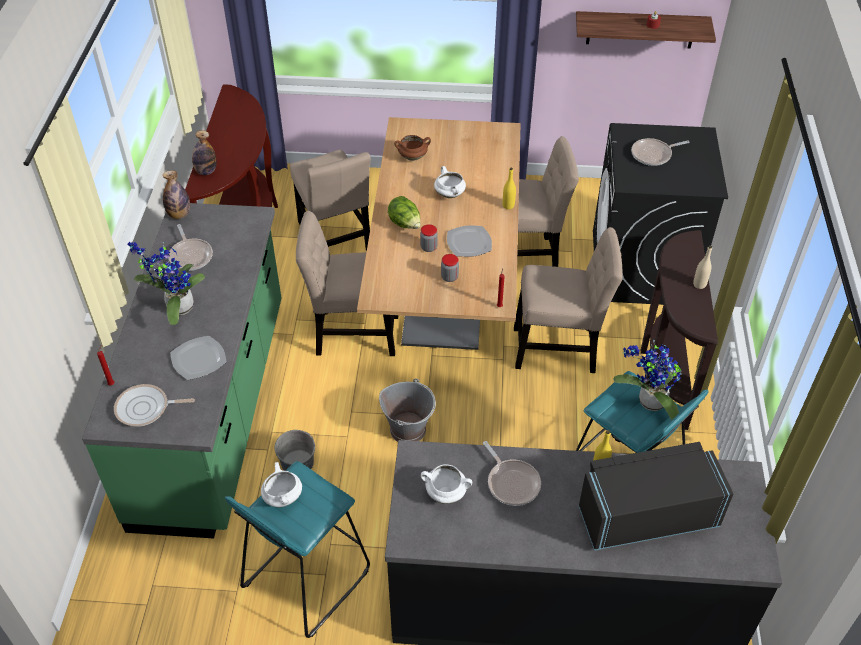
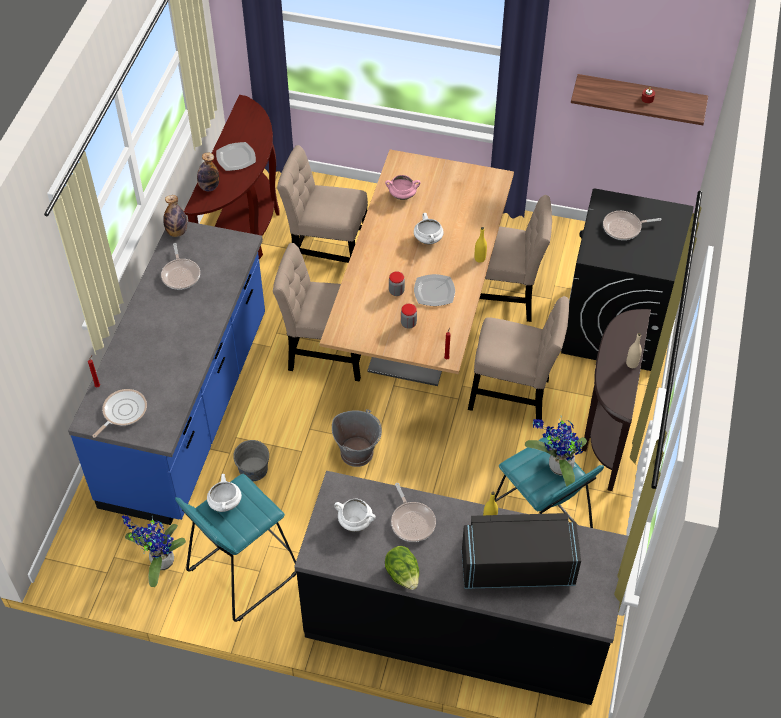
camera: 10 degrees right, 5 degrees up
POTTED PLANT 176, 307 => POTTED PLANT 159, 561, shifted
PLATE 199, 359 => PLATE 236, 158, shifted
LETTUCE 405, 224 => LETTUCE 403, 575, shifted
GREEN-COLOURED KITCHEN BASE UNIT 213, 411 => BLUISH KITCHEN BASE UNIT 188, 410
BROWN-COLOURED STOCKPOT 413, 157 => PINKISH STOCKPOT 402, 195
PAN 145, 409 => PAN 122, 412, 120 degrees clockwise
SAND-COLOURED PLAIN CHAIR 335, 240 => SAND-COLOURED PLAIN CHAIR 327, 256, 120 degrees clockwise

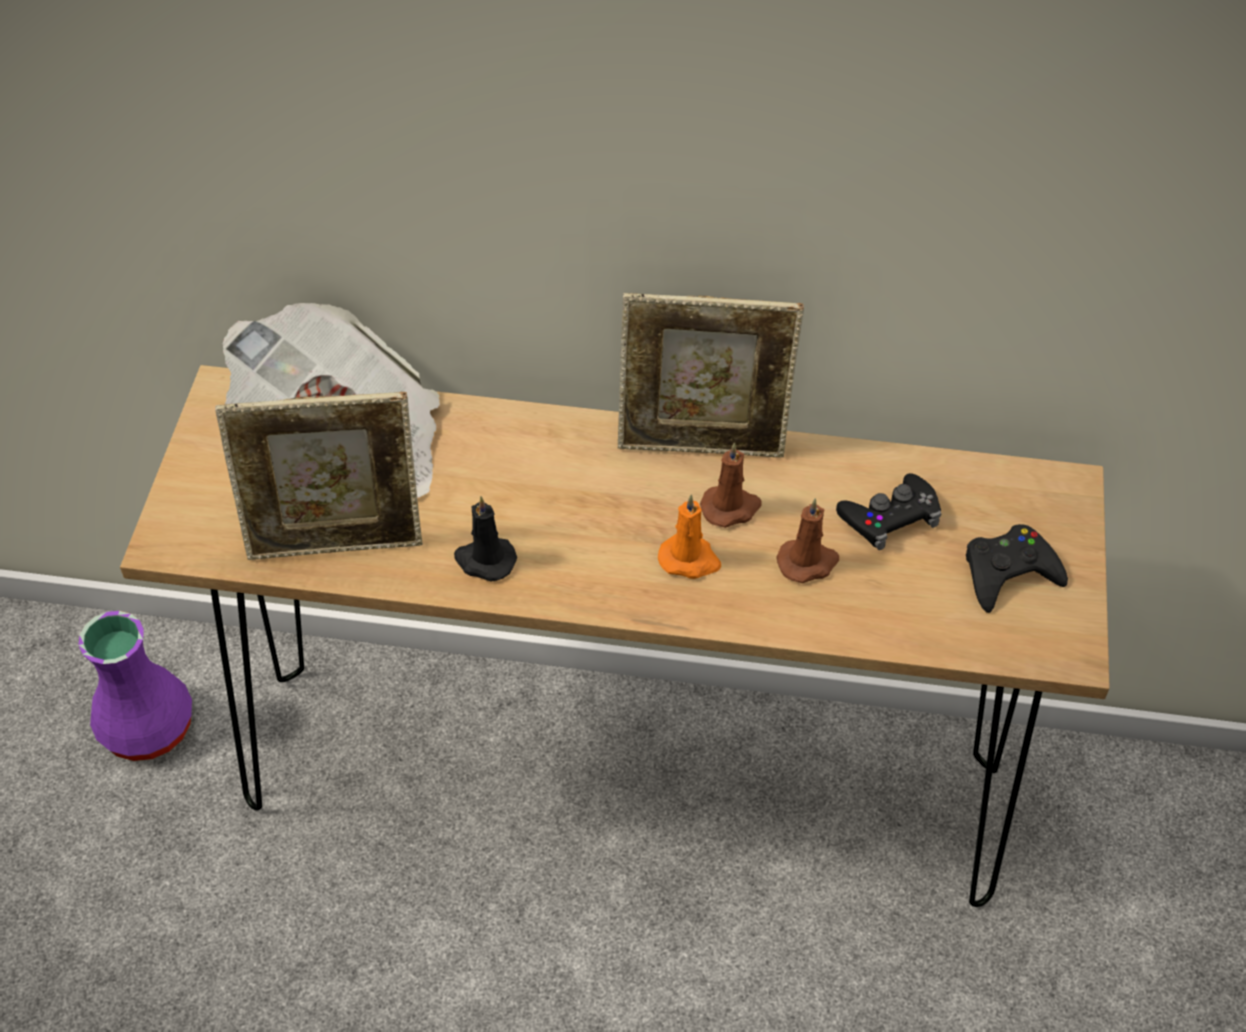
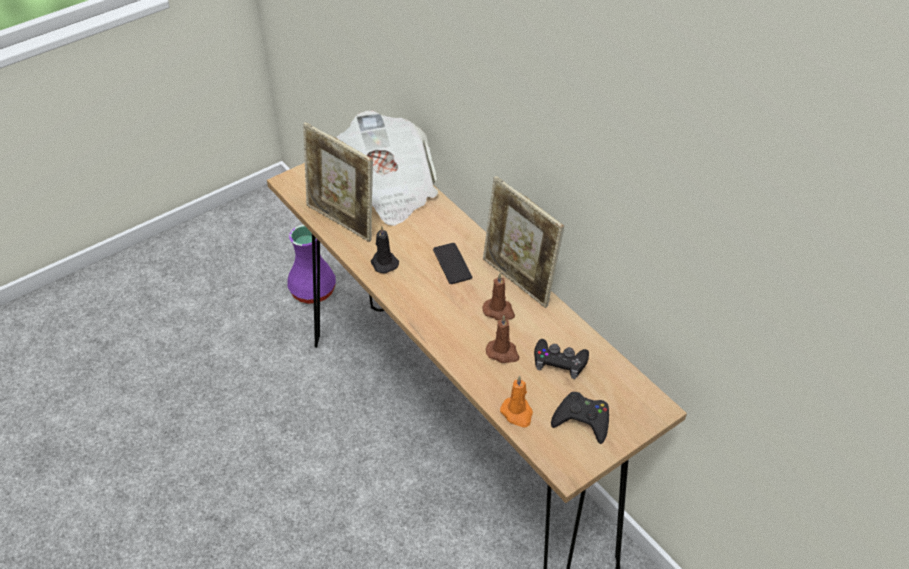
camera: 45 degrees right, 5 degrees down
nothing => PHONE 452, 264
ORANGEY CANDLE 690, 559 => ORANGEY CANDLE 517, 413, shifted

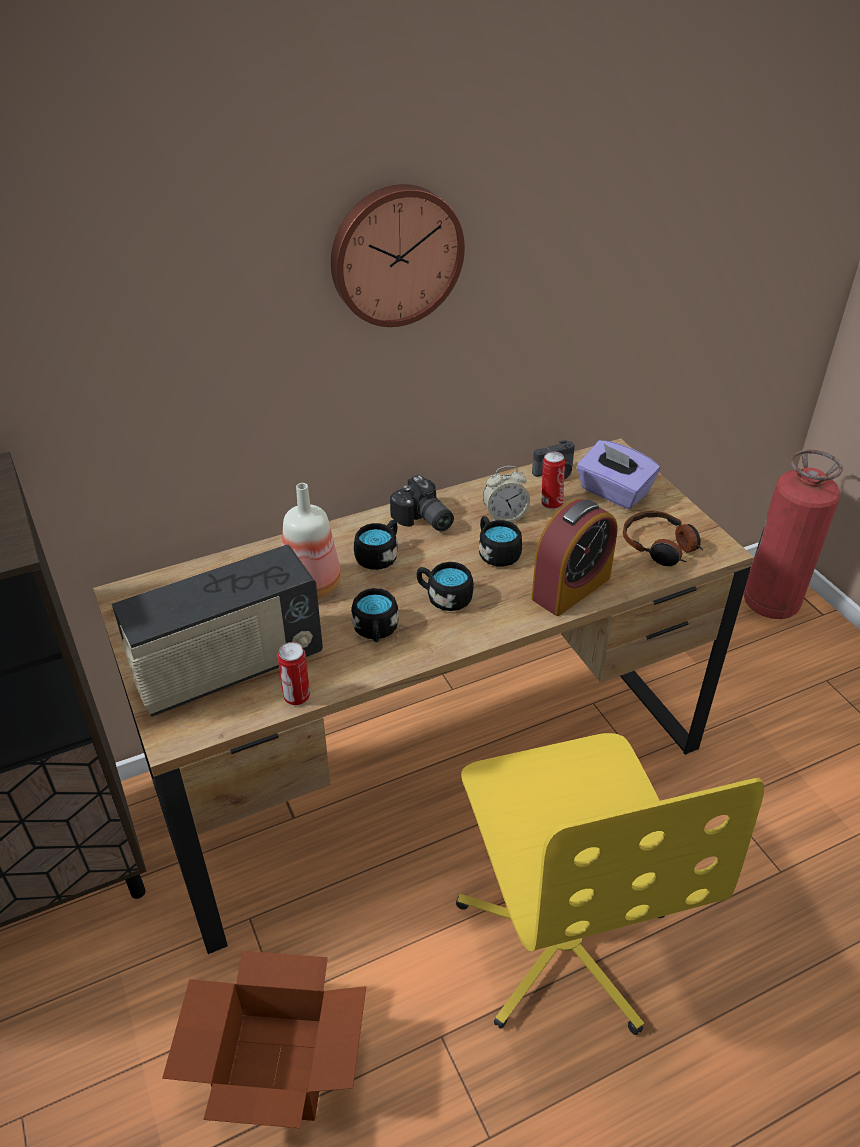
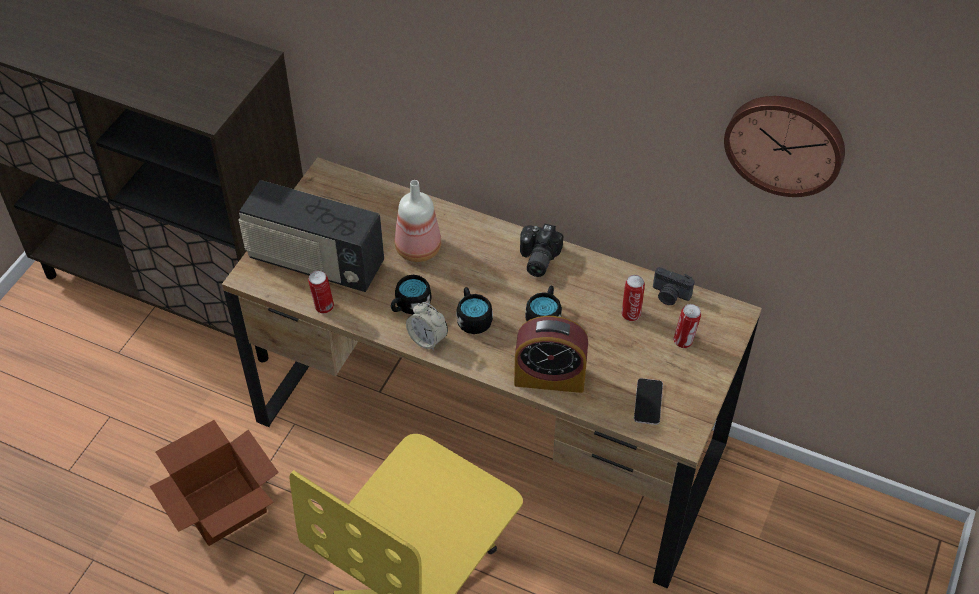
camera: 50 degrees right, 10 degrees up
BLACKISH TEA MUG 380, 555 => nothing
FIRE-FIGHTING CYLINDER 770, 603 => nothing
CLOCK ON THE WALL 395, 254 => CLOCK ON THE WALL 785, 142, shifted
ALARM CLOCK 504, 516 => ALARM CLOCK 427, 339, shifted
PURPLISH TISSUE BOX 613, 492 => SEALED CAN 684, 341
HEADSET 660, 547 => PHONE 648, 402

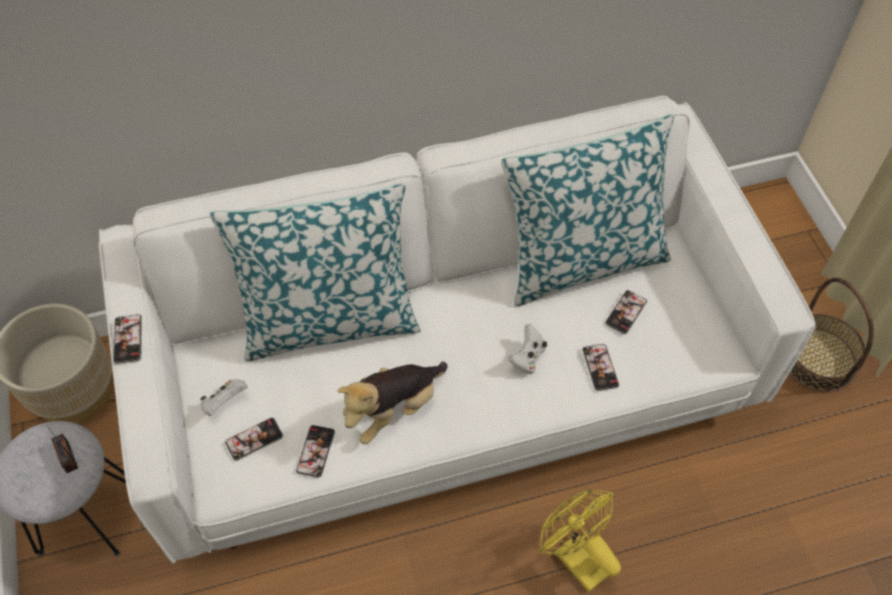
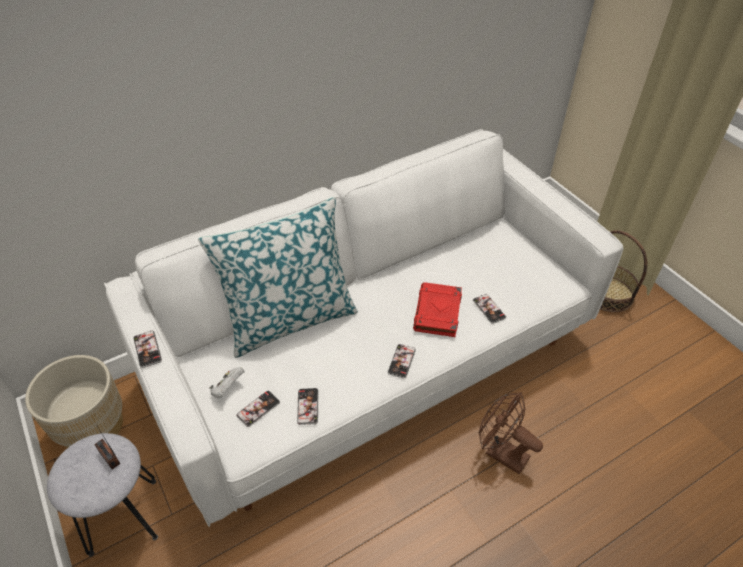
camera: 15 degrees left, 10 degrees down
CUDDLY TOY 394, 409 => nothing
THROW PILLOW 581, 260 => nothing
PHONE 626, 312 => PHONE 401, 361, shifted
WHITE-COLOURED GAME CONTROLLER 527, 357 => REDDISH BOOK 438, 313
YELLOWISH COOLING FAN 575, 556 => BROWN-COLOURED COOLING FAN 500, 452

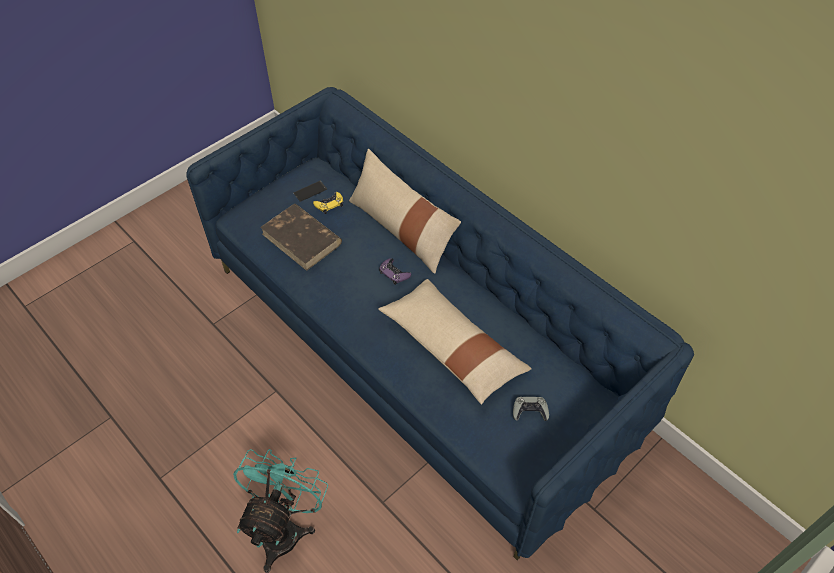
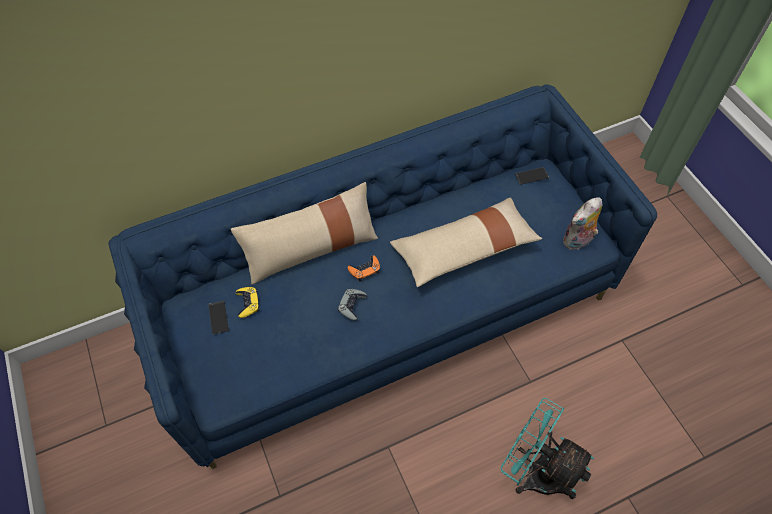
camera: 70 degrees left, 5 degrees up
BROWN-COLOURED BOOK 302, 239 => nothing
nothing => PHONE 531, 176
nothing => CUDDLY TOY 577, 241
GREY GAME CONTROLLER 530, 411 => GREY GAME CONTROLLER 352, 305, shifted
PURPLISH GAME CONTROLLER 394, 273 => ORANGEY GAME CONTROLLER 365, 270

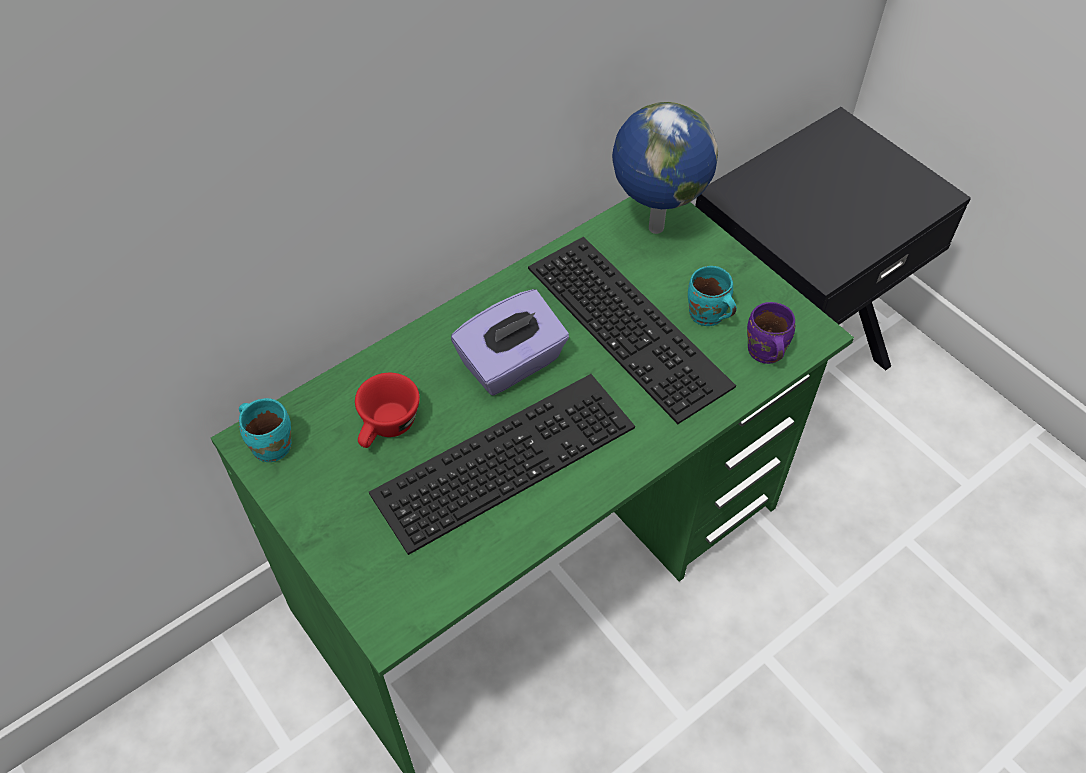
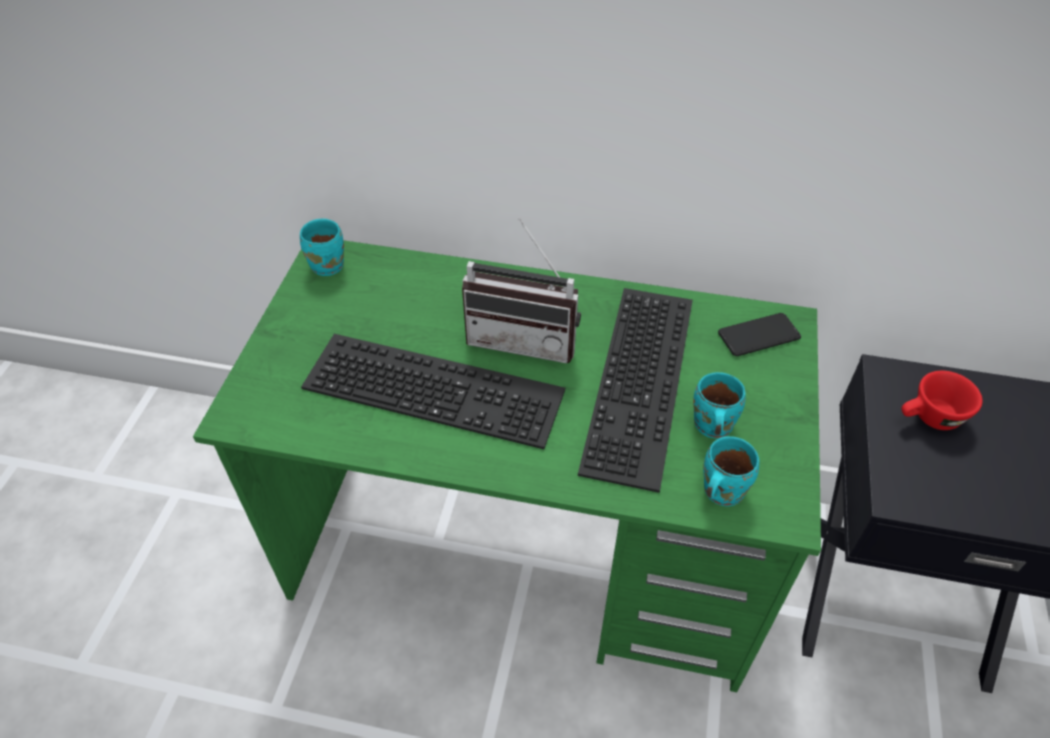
camera: 50 degrees right, 5 degrees down
REDDISH CUP 387, 428 => REDDISH CUP 929, 418, shifted
PURPLISH TISSUE BOX 512, 364 => RADIO RECEIVER 525, 338
DESK GLOBE 654, 228 => PHONE 758, 335
PURPLISH TEA MUG 764, 353 => TURQUOISE TEA MUG 719, 490

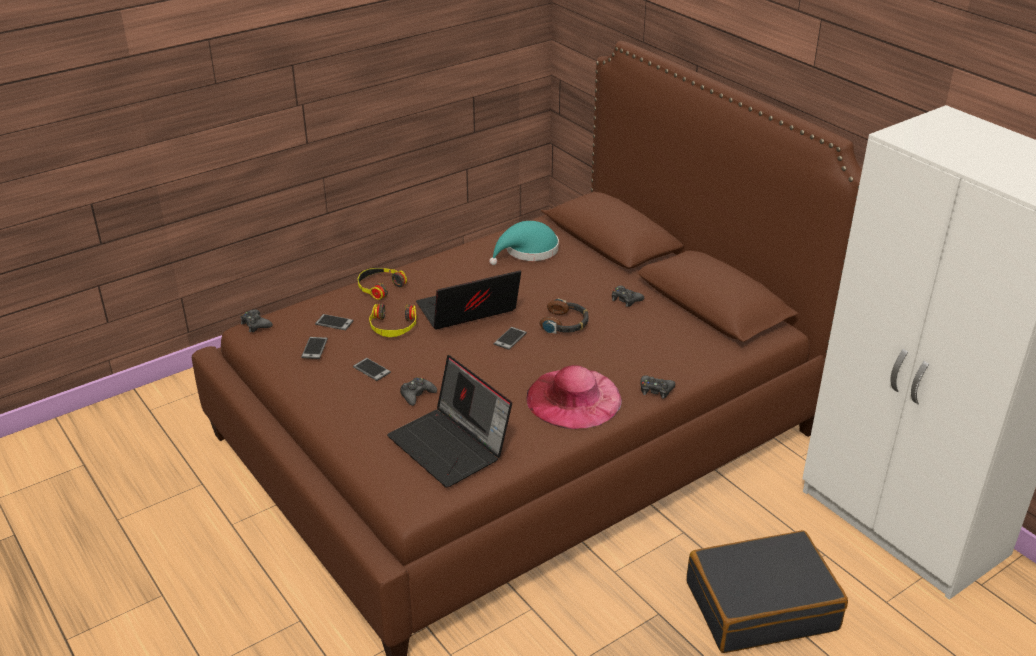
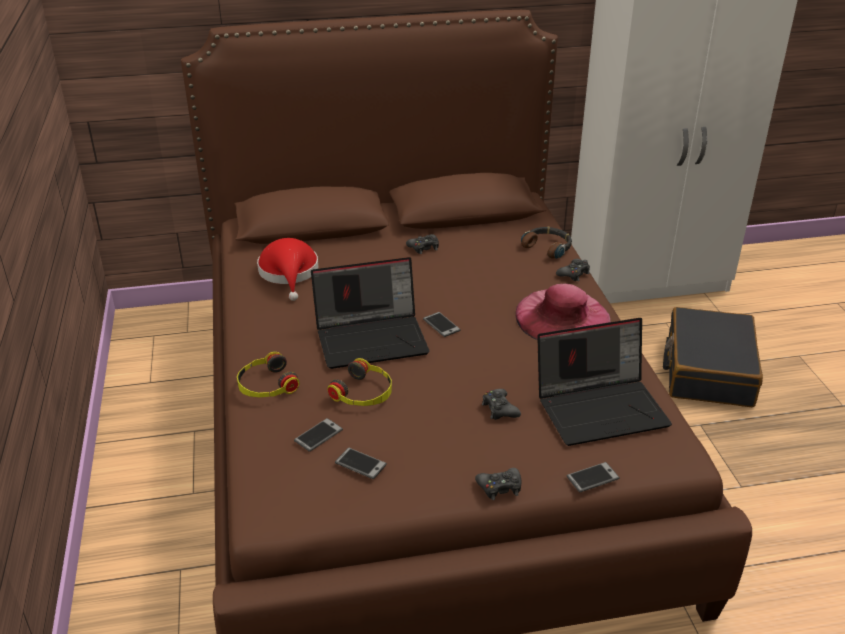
camera: 65 degrees left, 0 degrees up
BLACKISH GAME CONTROLLER 255, 324 => BLACKISH GAME CONTROLLER 500, 487, shifted
PHONE 371, 370 => PHONE 592, 478, shifted
HEADSET 565, 323 => HEADSET 548, 247, shifted
TURQUOISE HAT 528, 251 => REDDISH HAT 289, 273
LAPTOP 467, 312 => LAPTOP 372, 338, 105 degrees counterclockwise

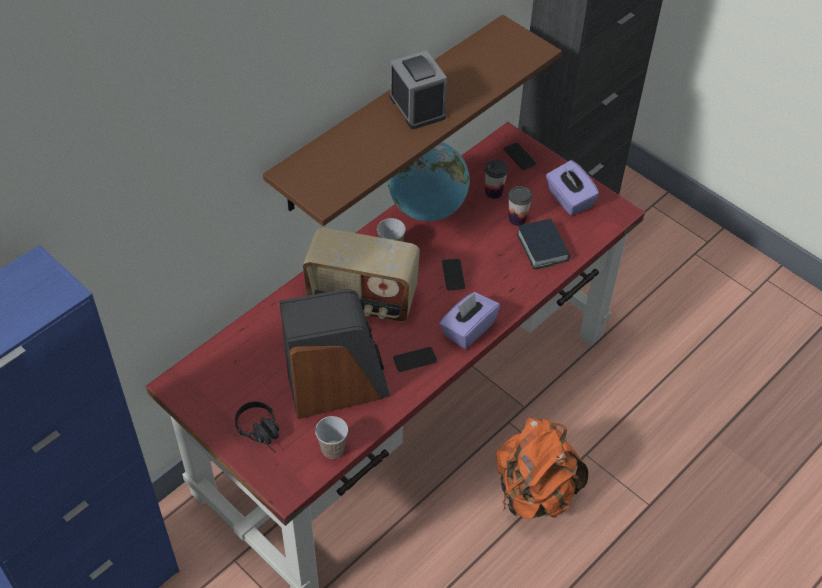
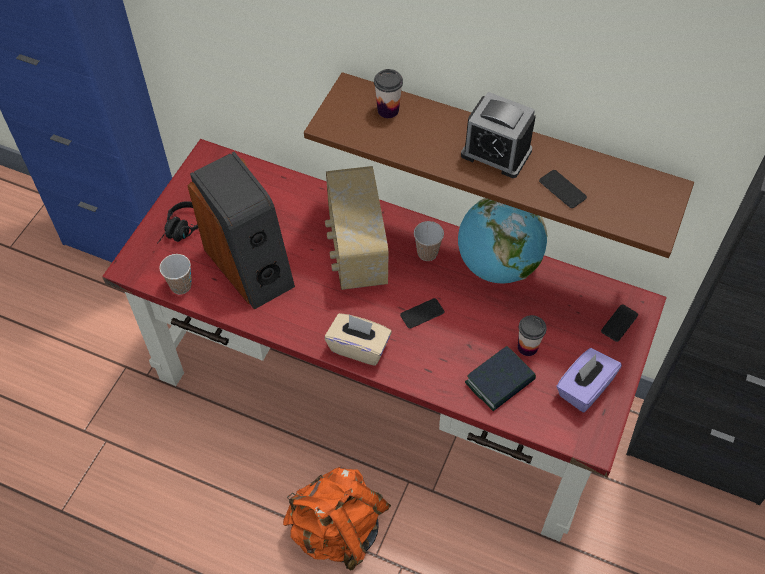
camera: 70 degrees right, 5 degrees up
PHONE 415, 360 => PHONE 562, 189, shifted
CUP 494, 192 => CUP 388, 110, shifted
PURPLISH TISSUE BOX 468, 329 => SAND-COLOURED TISSUE BOX 359, 347
ALARM CLOCK 417, 107 => ALARM CLOCK 496, 153, 75 degrees clockwise

